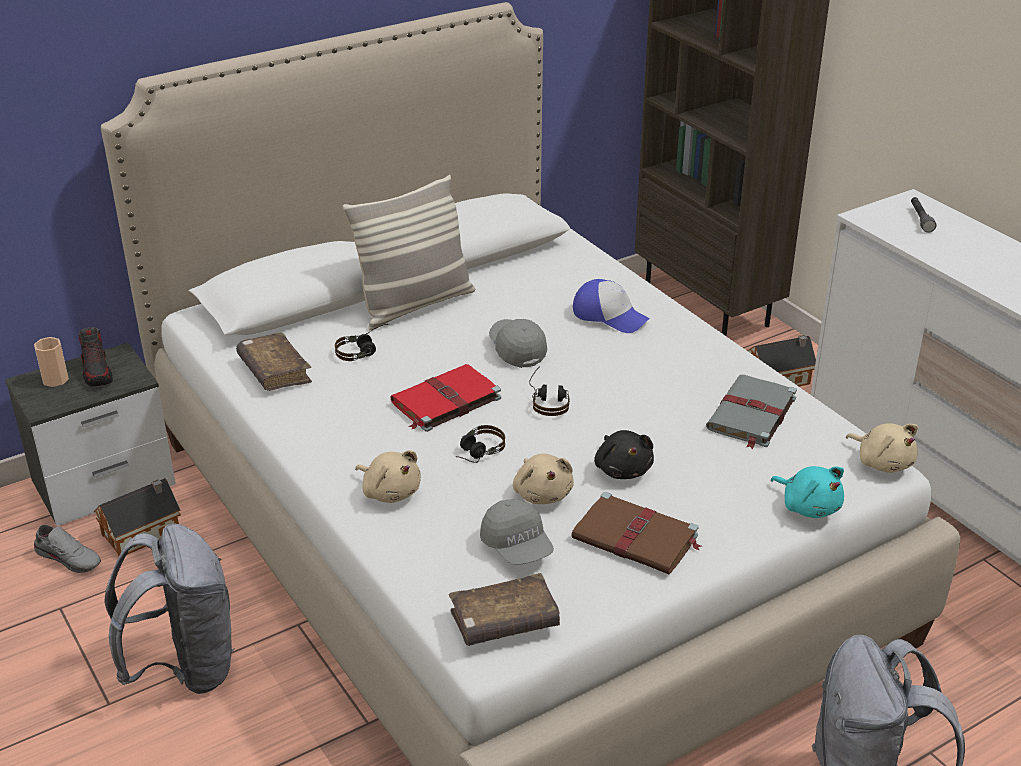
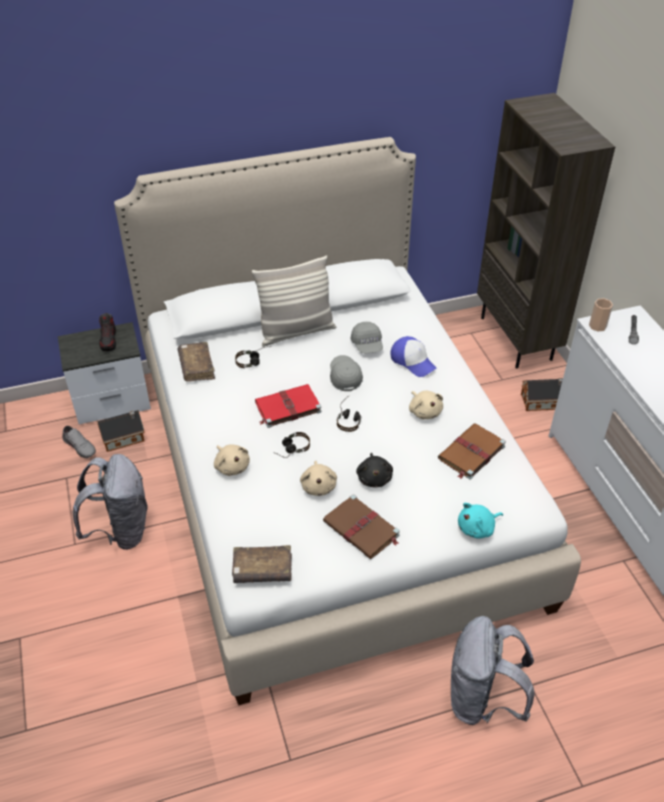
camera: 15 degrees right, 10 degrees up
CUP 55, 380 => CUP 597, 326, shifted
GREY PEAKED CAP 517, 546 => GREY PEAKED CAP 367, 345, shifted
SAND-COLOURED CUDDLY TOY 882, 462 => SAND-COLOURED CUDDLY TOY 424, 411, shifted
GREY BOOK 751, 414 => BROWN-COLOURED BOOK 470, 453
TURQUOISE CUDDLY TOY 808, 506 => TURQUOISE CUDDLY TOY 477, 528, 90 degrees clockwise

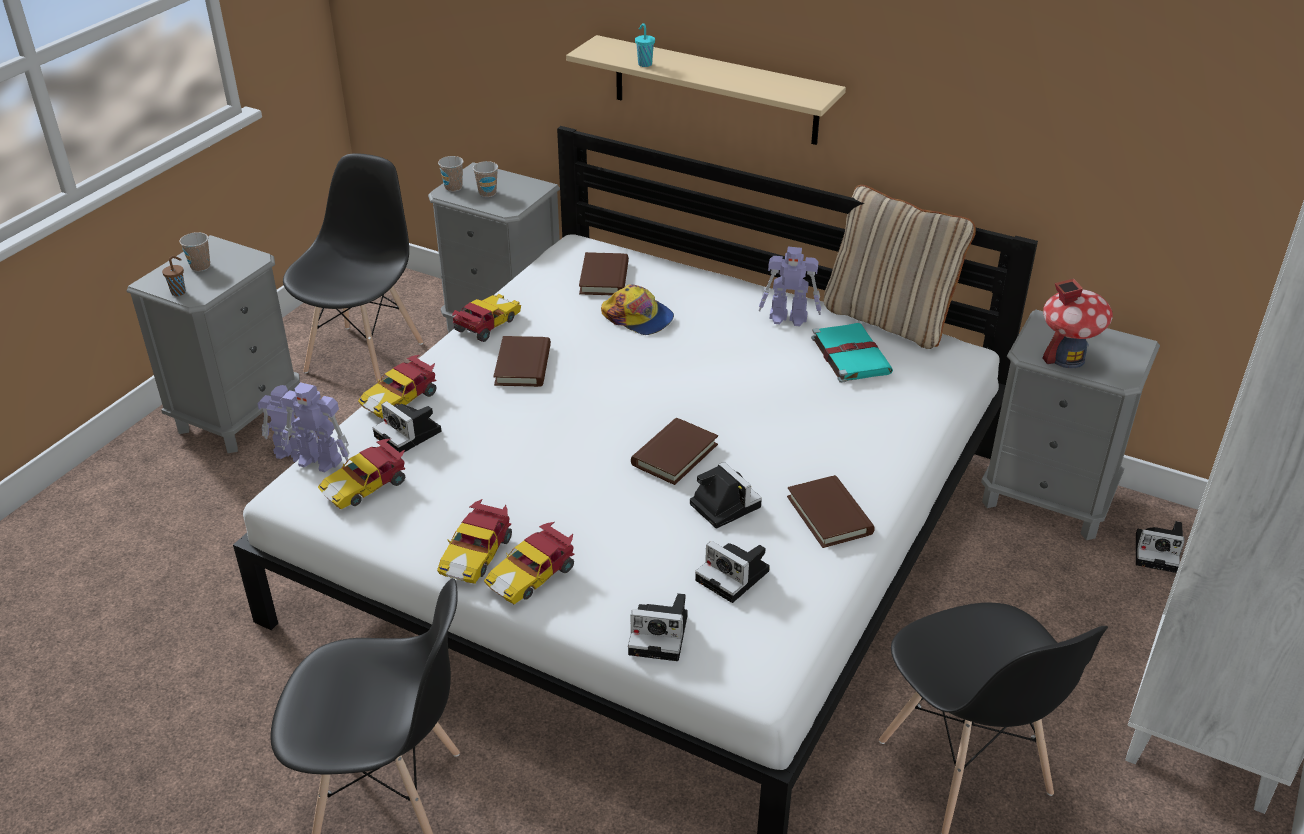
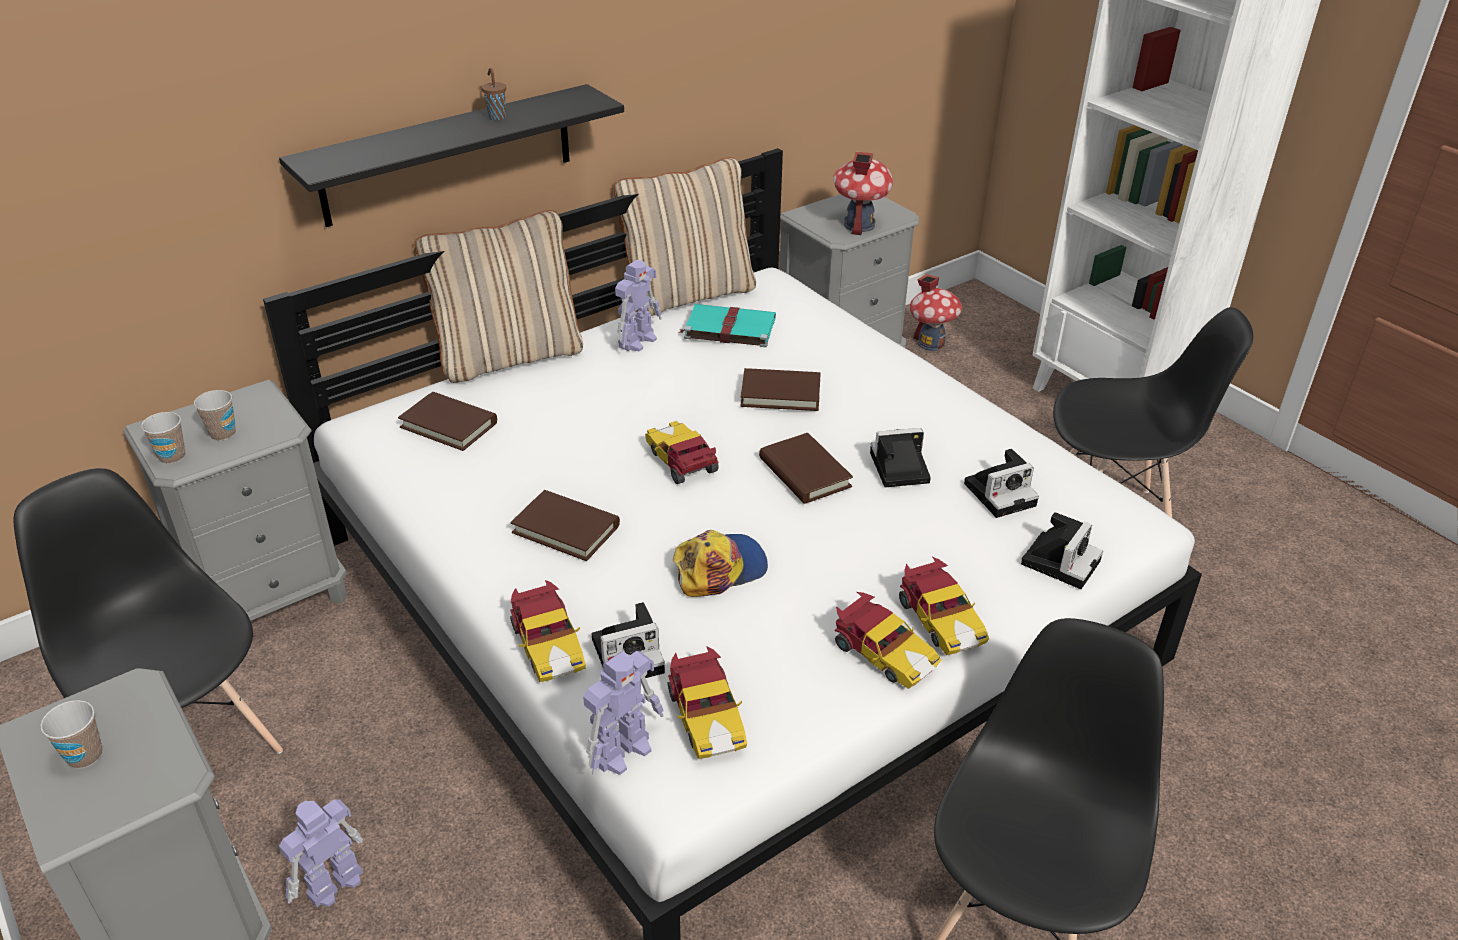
camera: 65 degrees left, 0 degrees up
TURQUOISE CUP 644, 64 => nothing
nothing => SAND-COLOURED THROW PILLOW 509, 356
BROWN-COLOURED CUP 179, 292 => BROWN-COLOURED CUP 496, 117, shifted
MINIATURE CAR 486, 325 => MINIATURE CAR 682, 462, shifted
PEAKED CAP 638, 317 => PEAKED CAP 719, 568, shifted
BROWN-COLOURED BOOK 829, 515 => BROWN-COLOURED BOOK 780, 394, shifted
STILL CAMERA 1158, 552 => MINIATURE HOUSE 931, 343
SAND-COLOURED BRACKET SHELF 715, 90 => BLACKISH BRACKET SHELF 448, 155

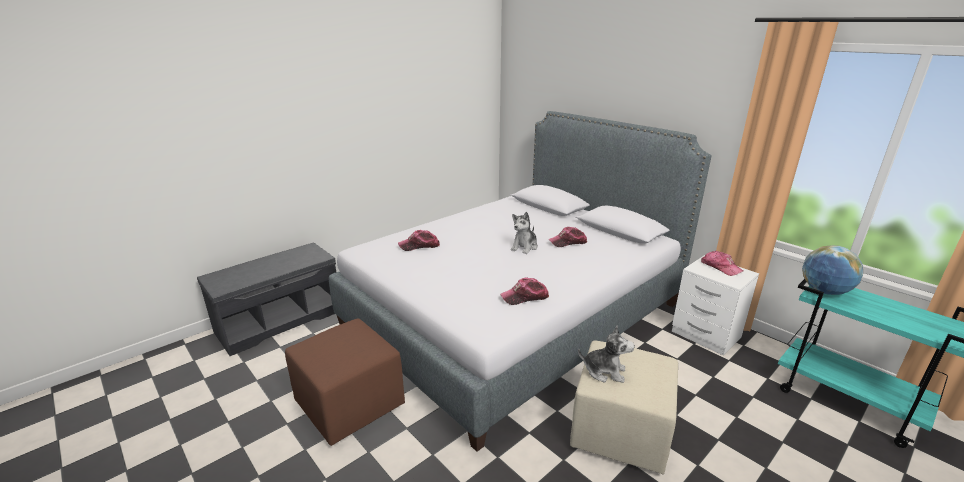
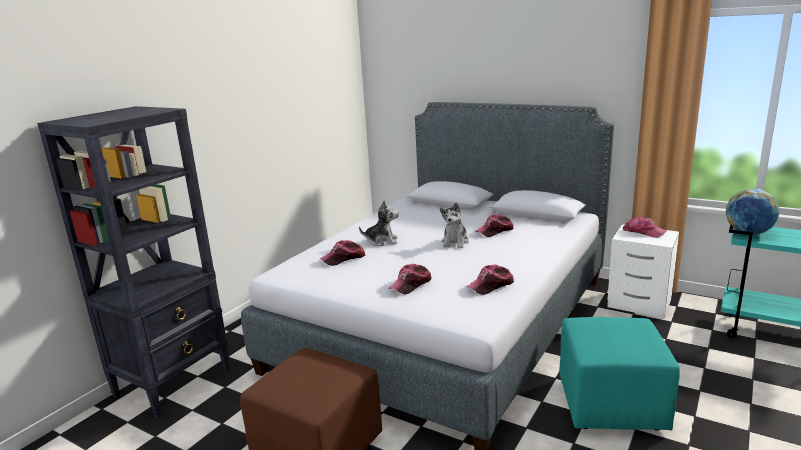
camera: 15 degrees left, 5 degrees down
nothing => PEAKED CAP 411, 284
CUDDLY TOY 604, 371 => CUDDLY TOY 382, 241, shifted
GREY BENCH 280, 320 => BLACKISH BOOKSHELF 174, 382
SAND-COLOURED FOOTREST 619, 430 => TURQUOISE FOOTREST 610, 404

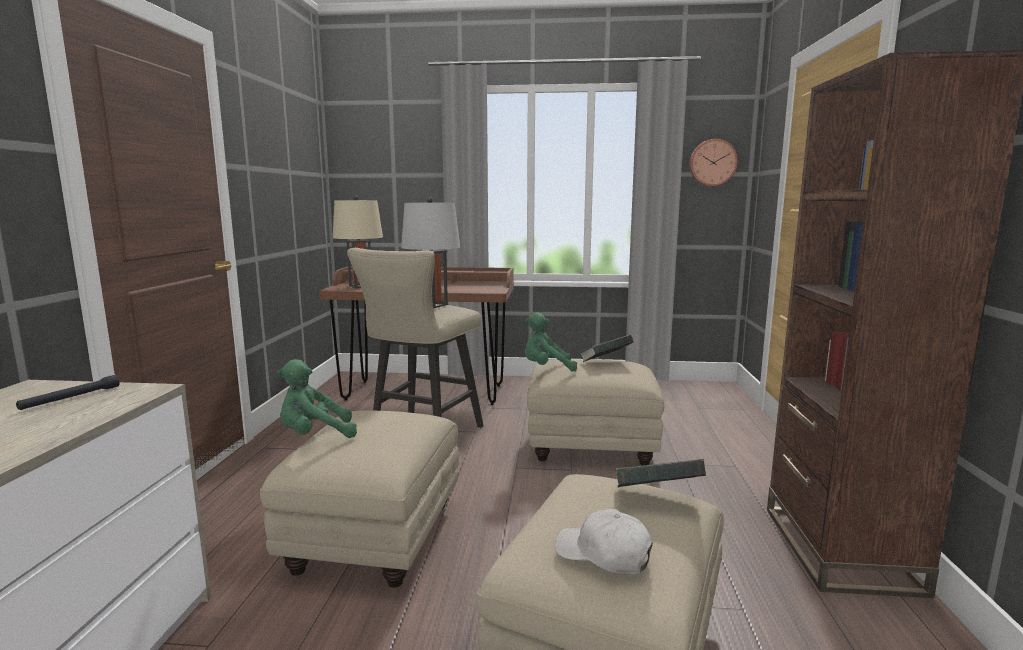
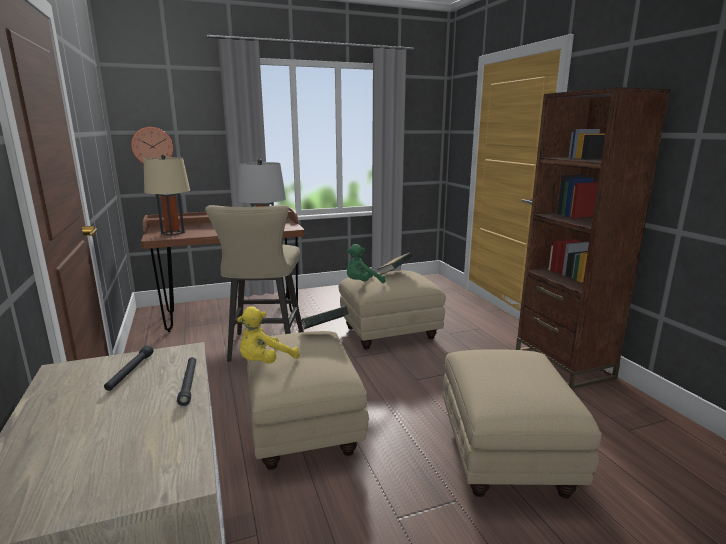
camera: 25 degrees left, 5 degrees up
WHITE-COLOURED PEAKED CAP 603, 554 => nothing
nothing => BLACKISH FLASHLIGHT 189, 384
BOOK 656, 498 => BOOK 324, 331, shifted
CLOCK ON THE WALL 712, 162 => CLOCK ON THE WALL 152, 146, shifted
GREEN-COLOURED CUDDLY TOY 315, 435 => YELLOWISH CUDDLY TOY 265, 362

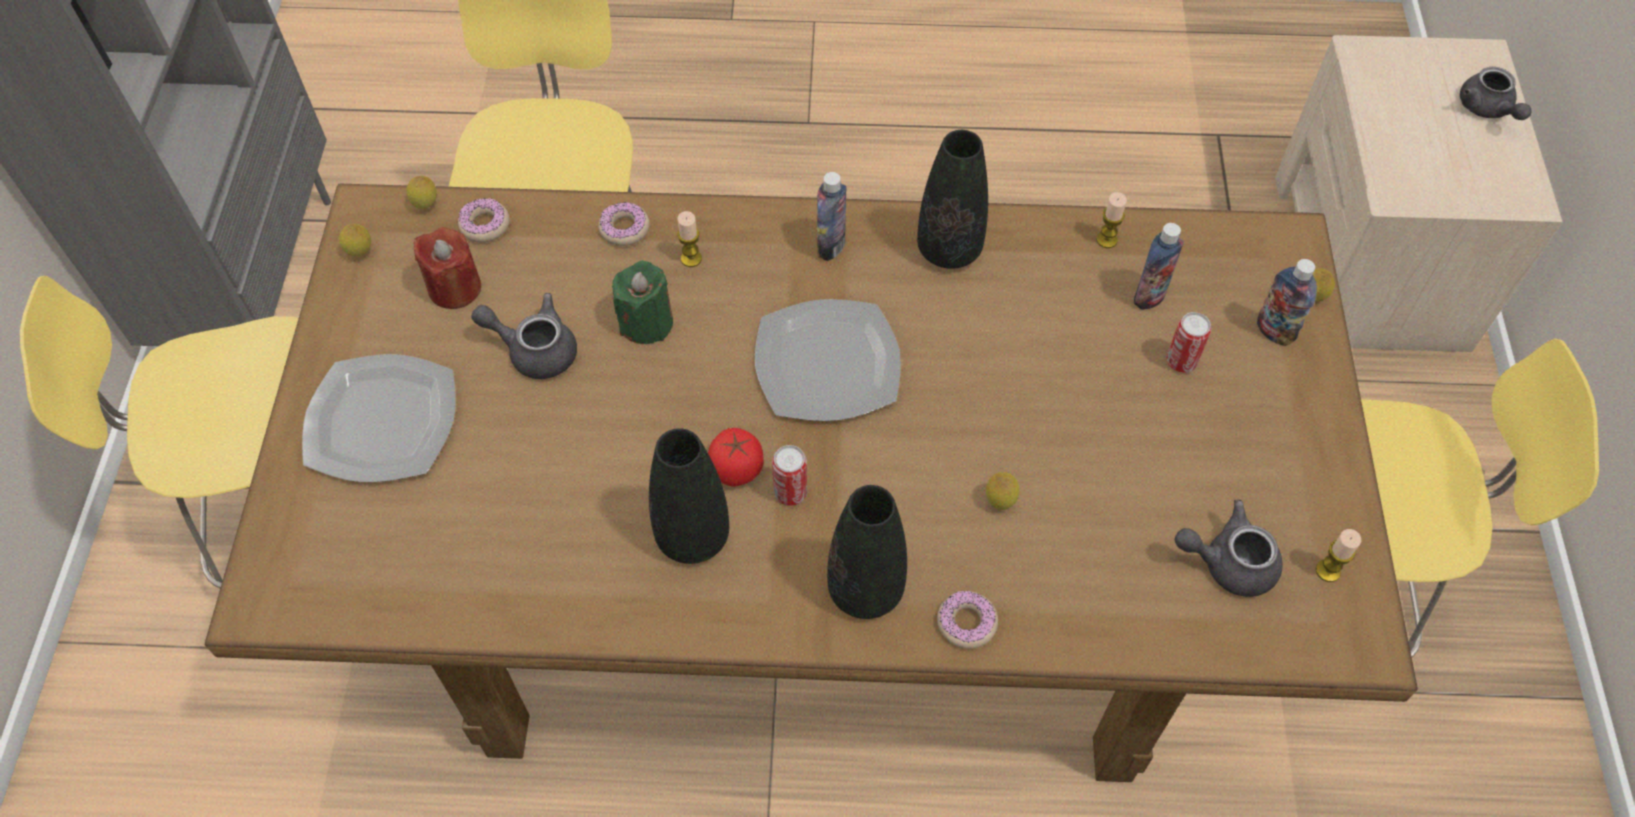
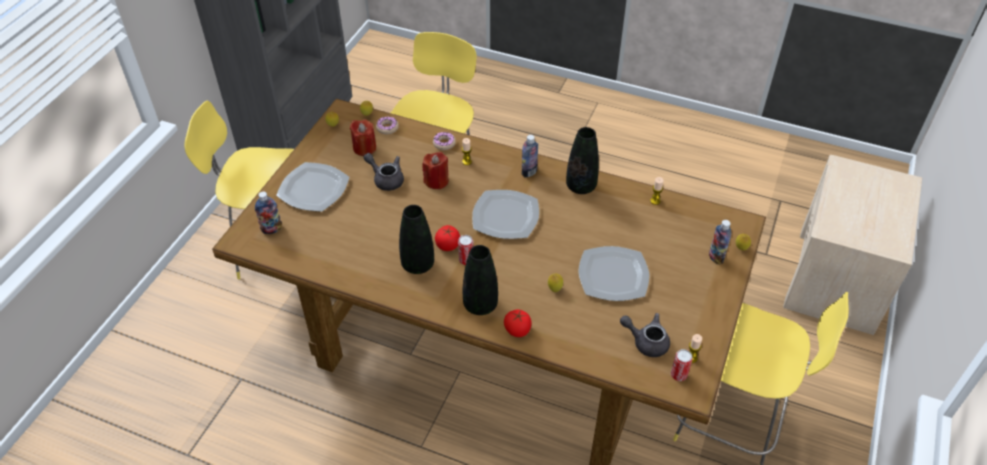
camera: 20 degrees right, 10 degrees down
GREY POT FOR TEA 1487, 109 => nothing
nothing => PLATE 613, 275
BEVERAGE BOTTLE 1149, 296 => BEVERAGE BOTTLE 272, 229, shifted
SEALED CAN 1181, 361 => SEALED CAN 678, 375, shifted
DONUT 966, 623 => TOMATO 517, 330
GREEN-COLOURED CANDLE 646, 323 => REDDISH CANDLE 436, 181

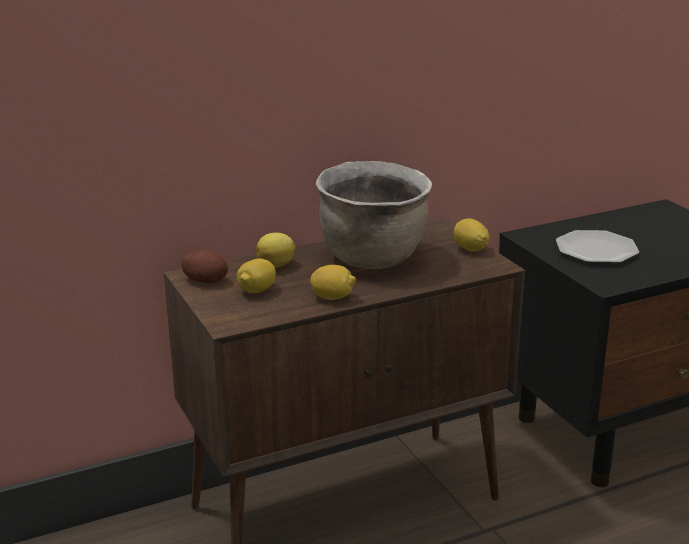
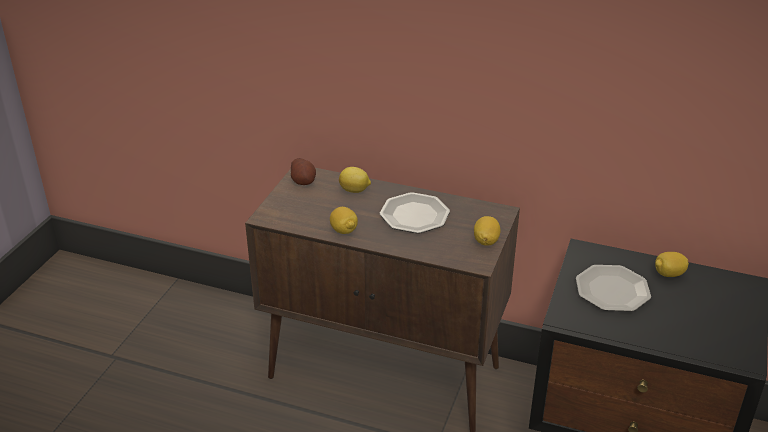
camera: 45 degrees right, 10 degrees up
CITRUS FRUIT 257, 291 => CITRUS FRUIT 668, 274, shifted
BROWN-COLOURED STOCKPOT 373, 258 => PLATE 415, 215

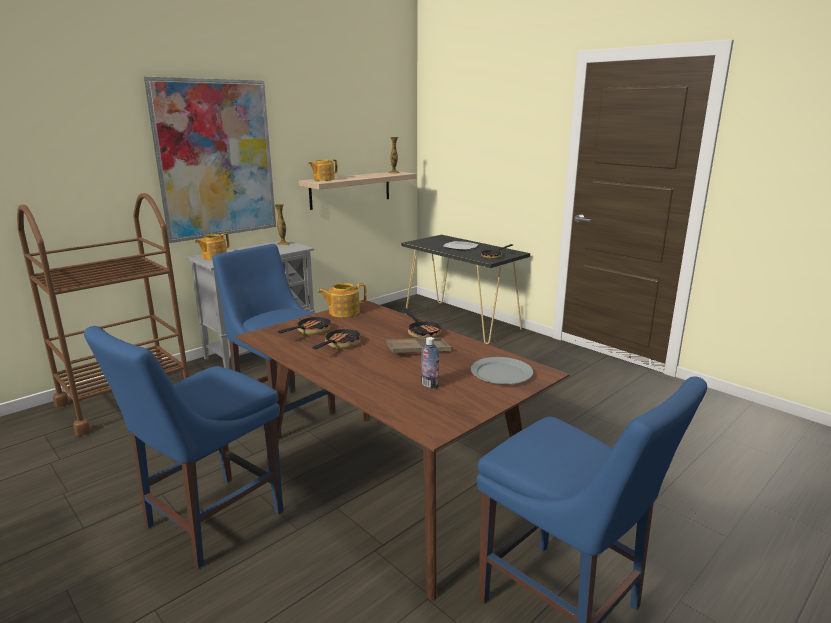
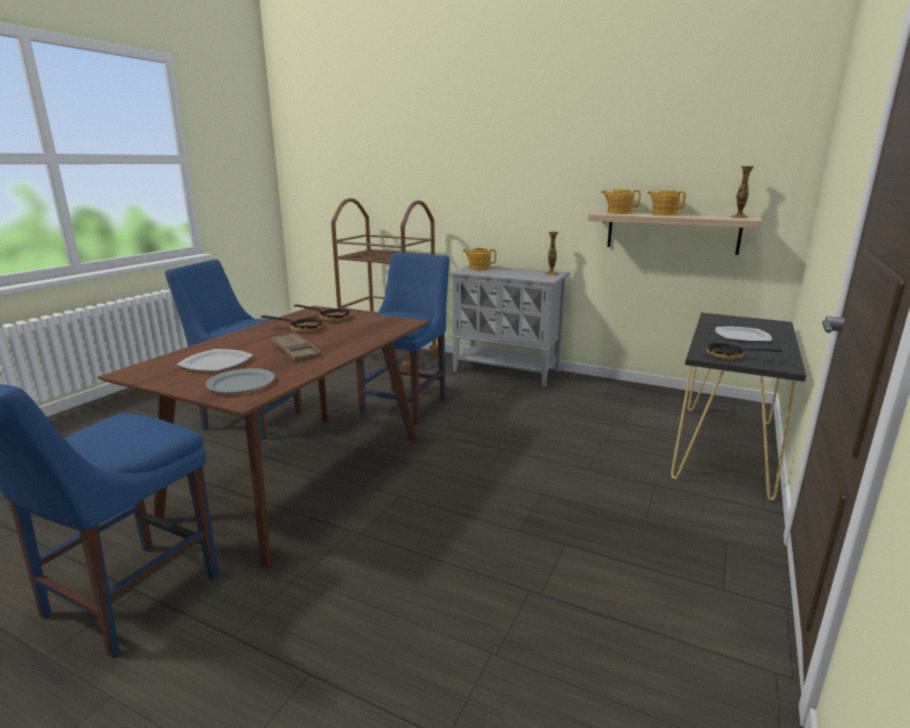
camera: 70 degrees right, 0 degrees up
WALL PICTURE 216, 159 => nothing
PAN 421, 332 => nothing
POT FOR TEA 343, 312 => POT FOR TEA 664, 214, shifted
BEVERAGE BOTTLE 429, 385 => PLATE 216, 363

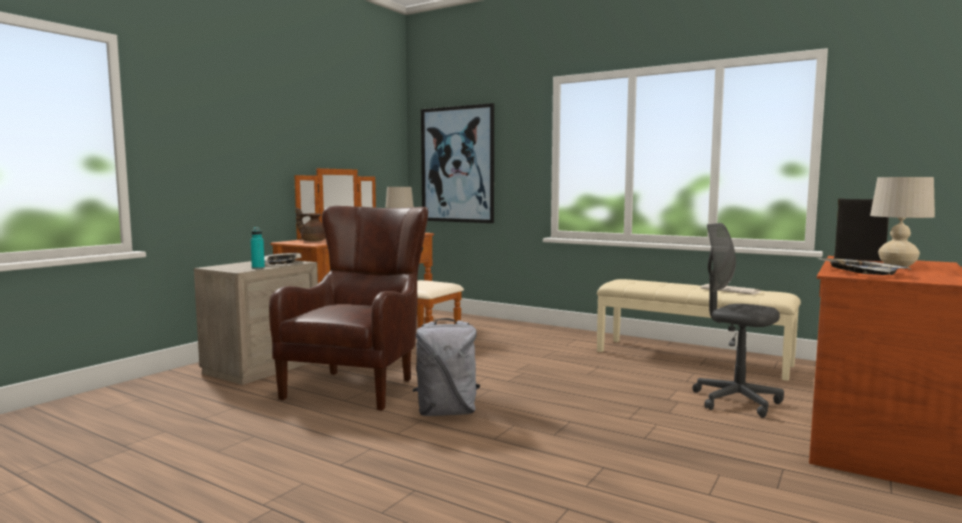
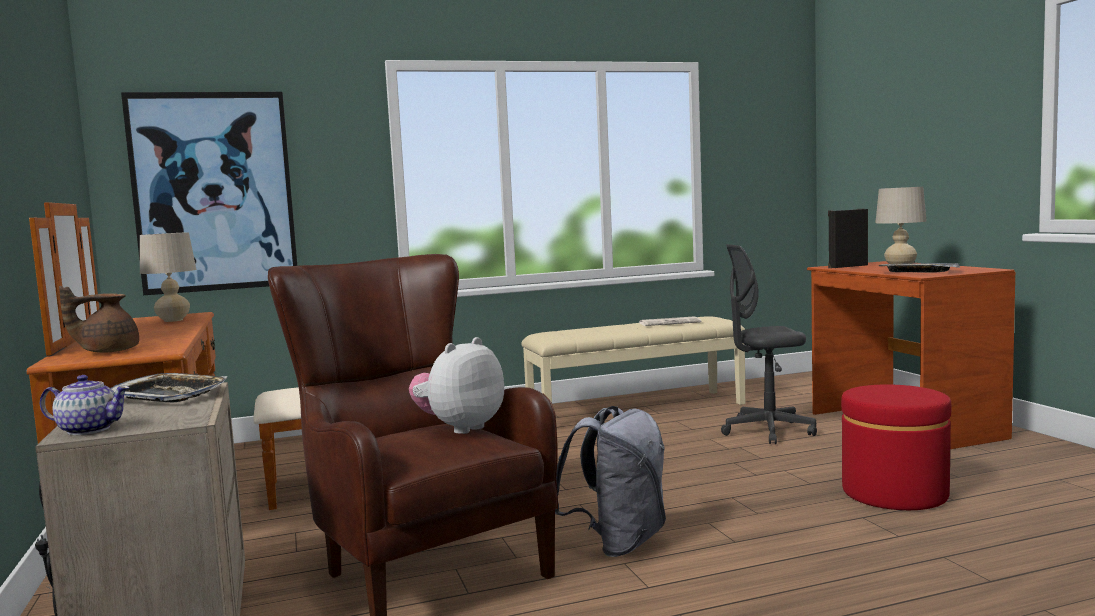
camera: 50 degrees left, 0 degrees up
TURQUOISE BEVERAGE BOTTLE 258, 268 => nothing
nothing => POT FOR TEA 88, 429
nothing => CUDDLY TOY 460, 428
nothing => REDDISH FOOTREST 894, 493

